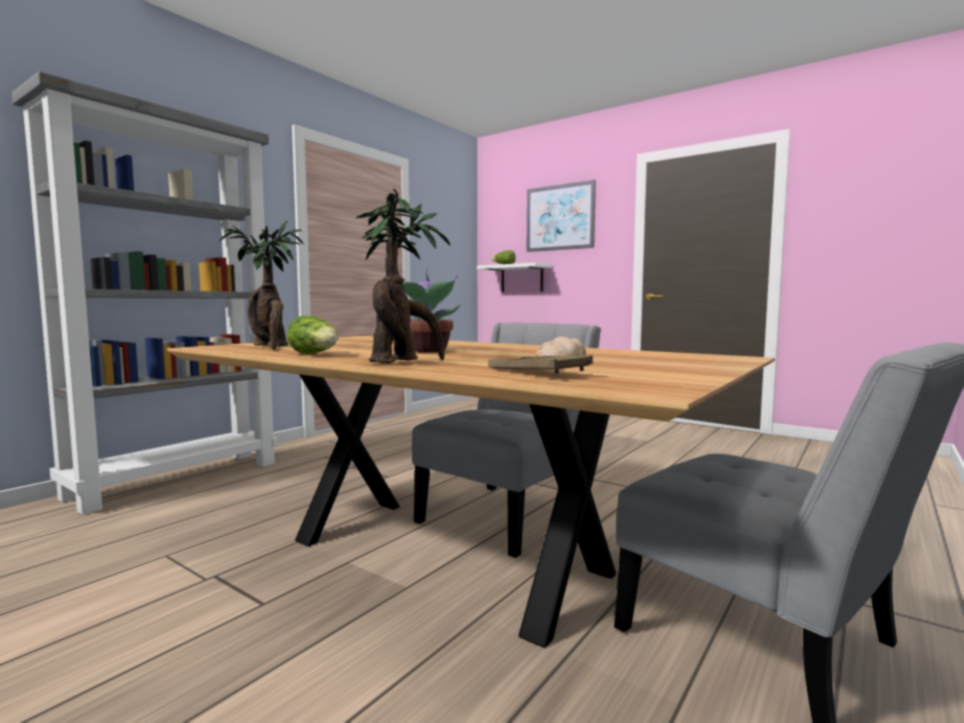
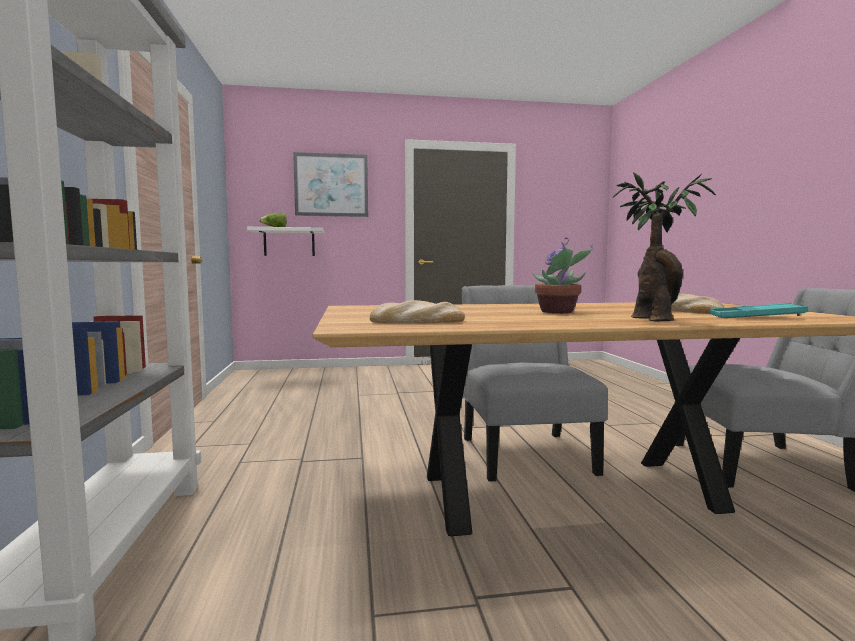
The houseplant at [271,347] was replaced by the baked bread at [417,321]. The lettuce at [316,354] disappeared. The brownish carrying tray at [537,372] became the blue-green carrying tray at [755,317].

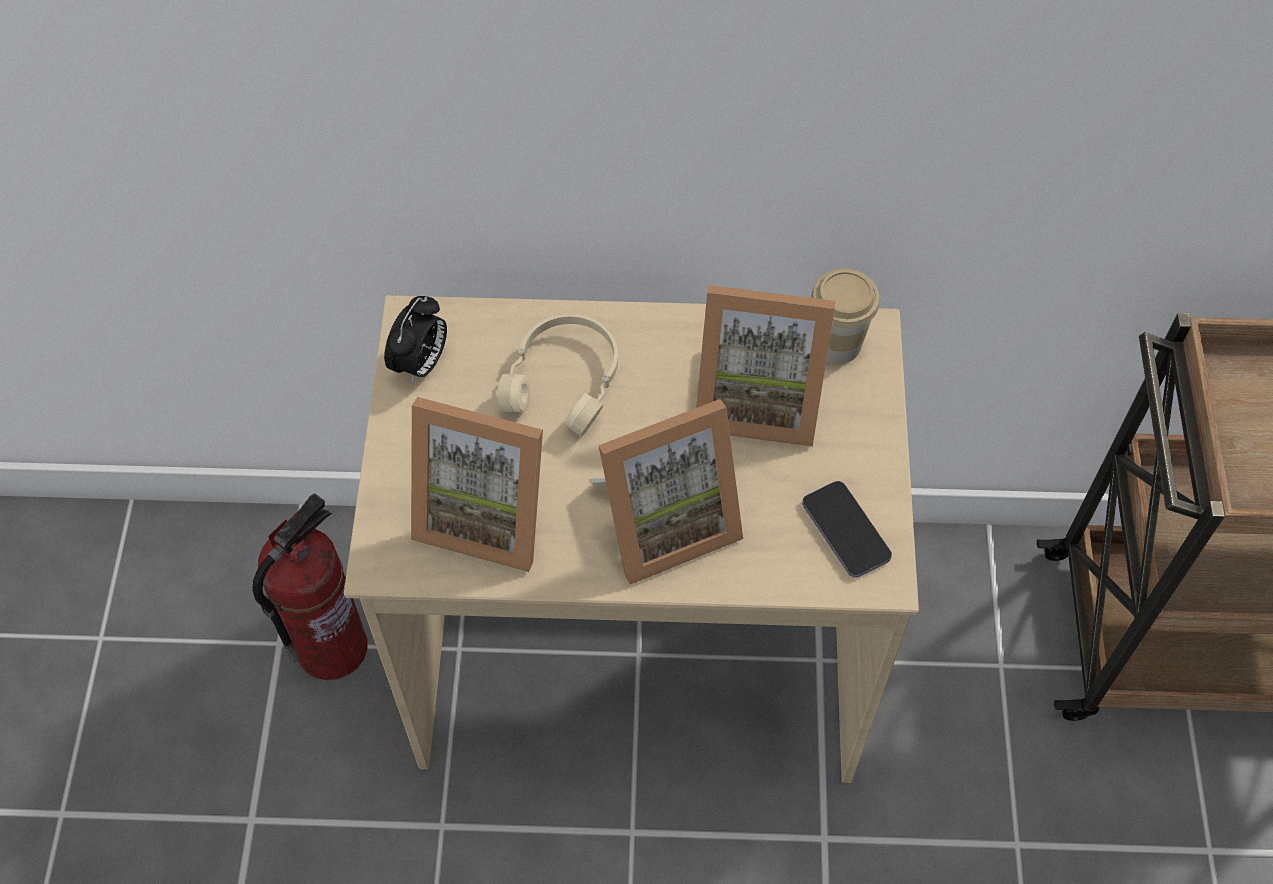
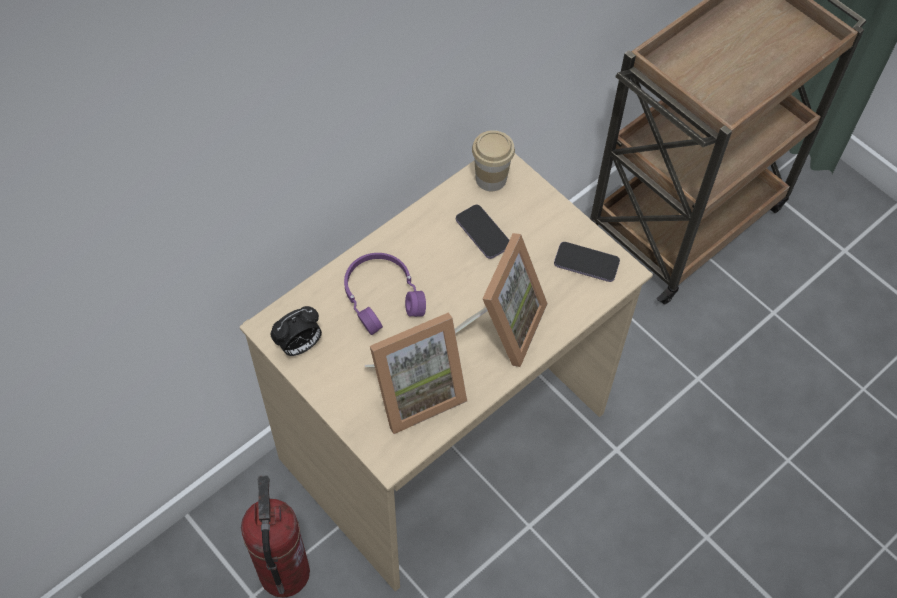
The picture frame at [757,398] was replaced by the phone at [483,233]. The bedside clock at [421,364] turned 75 degrees clockwise. The sand-coloured headset at [565,380] became the purplish headset at [382,296].

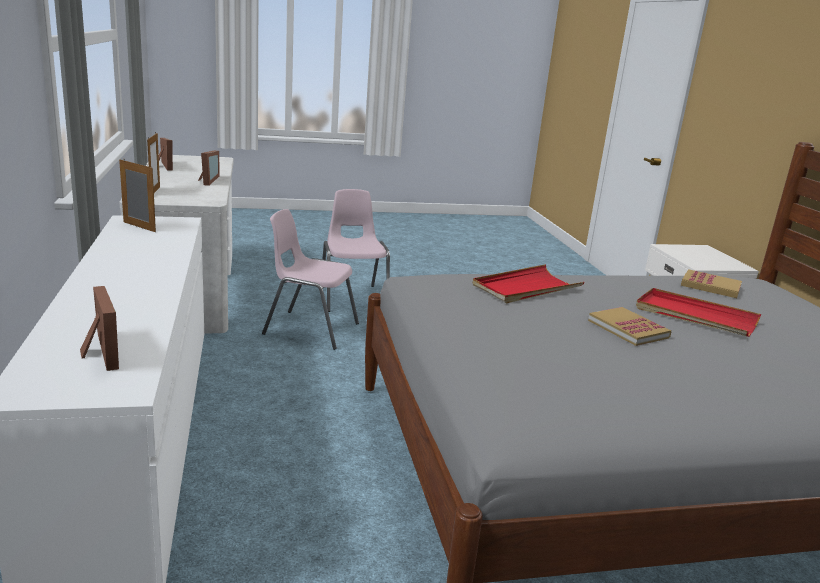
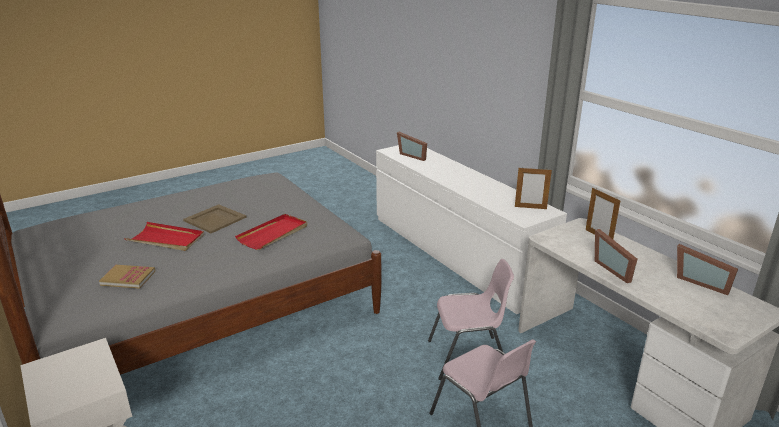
The volume at [628,329] was replaced by the sand-coloured carrying tray at [215,219].

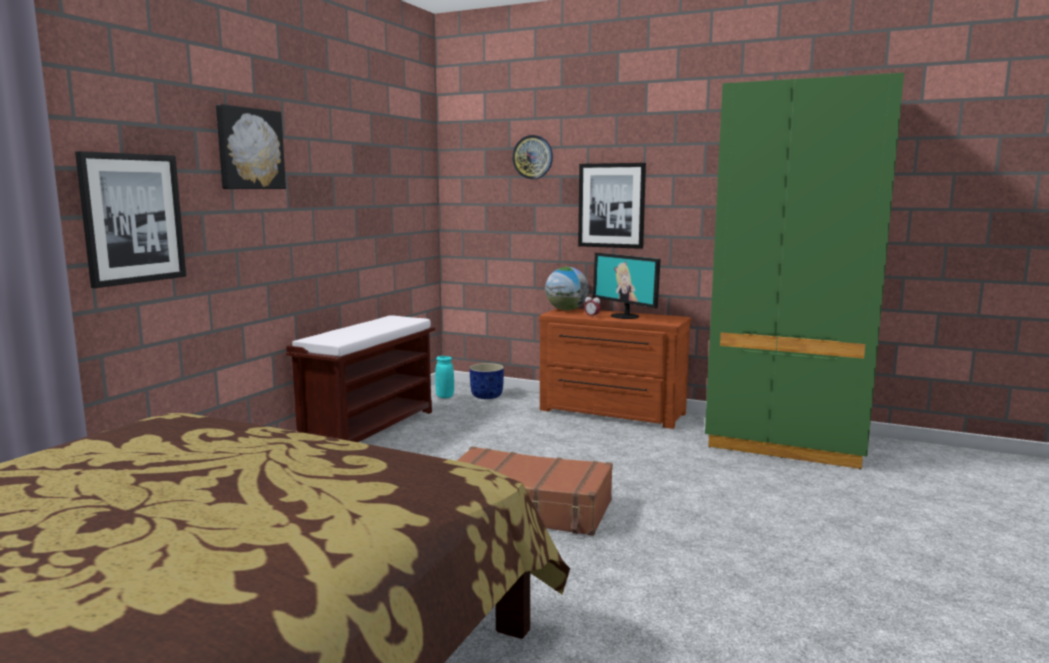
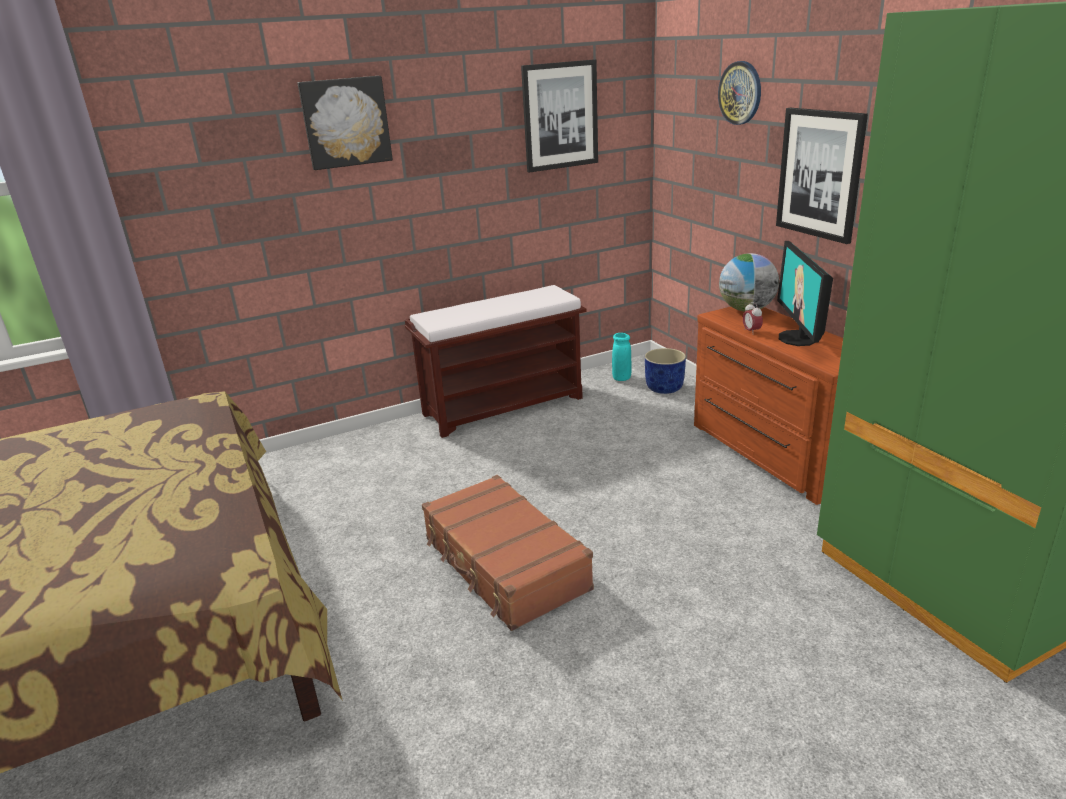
The wall art moved from [132,218] to [560,116].

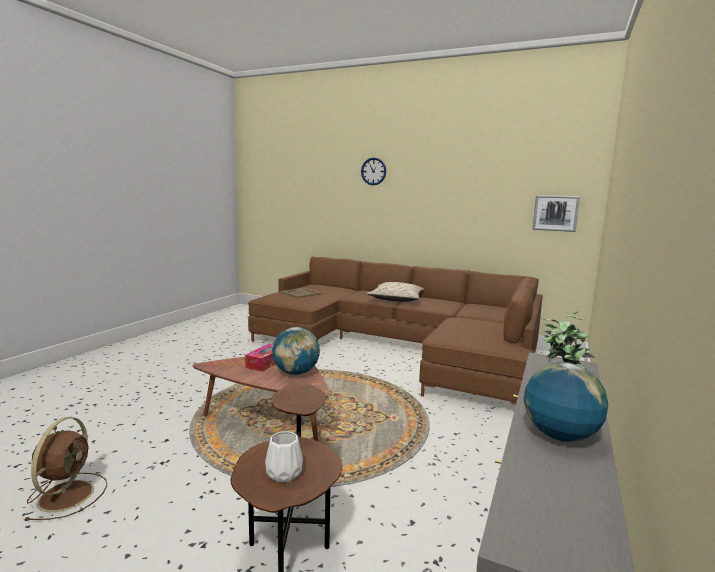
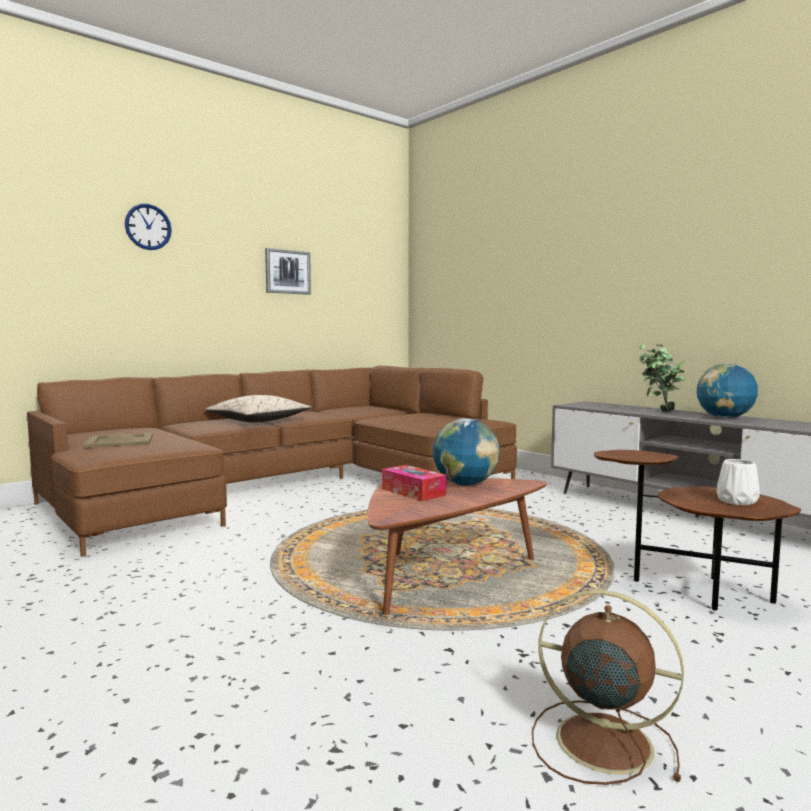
The wall art moved from [555,213] to [287,272].

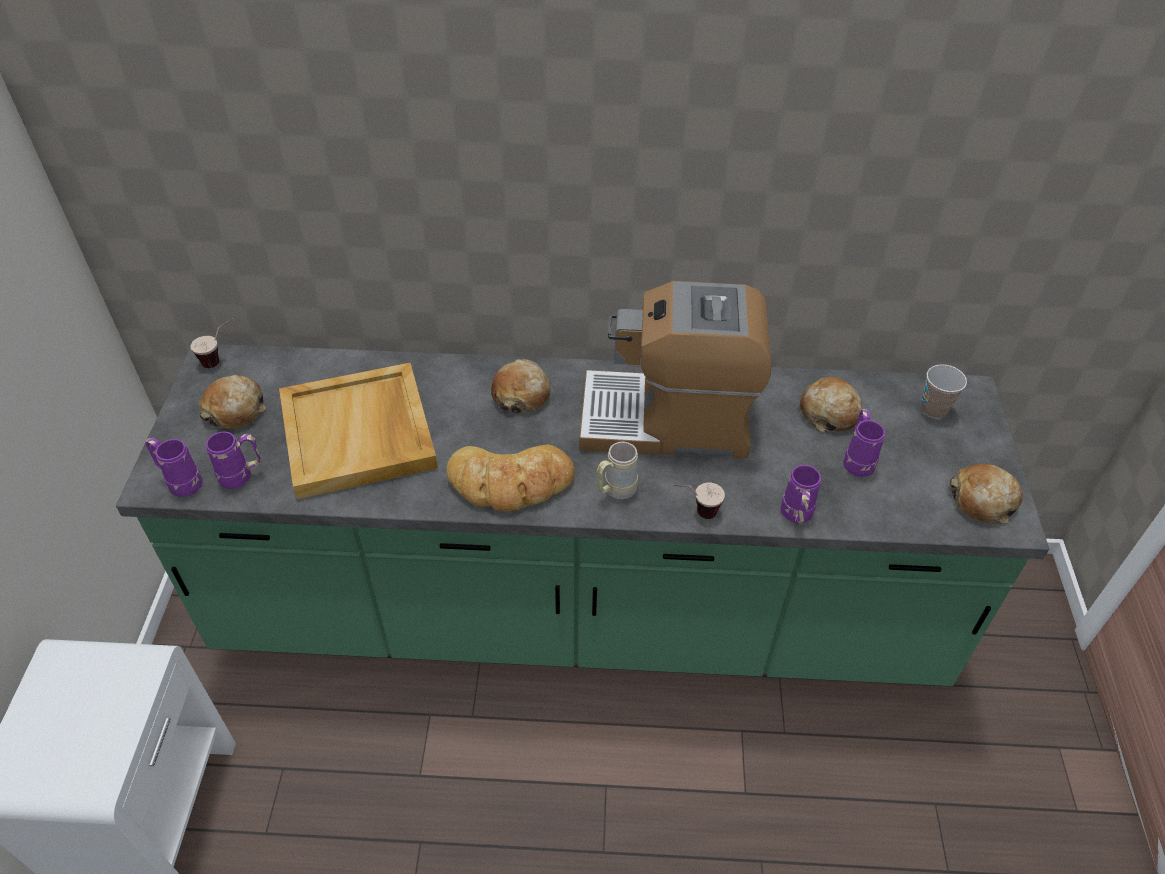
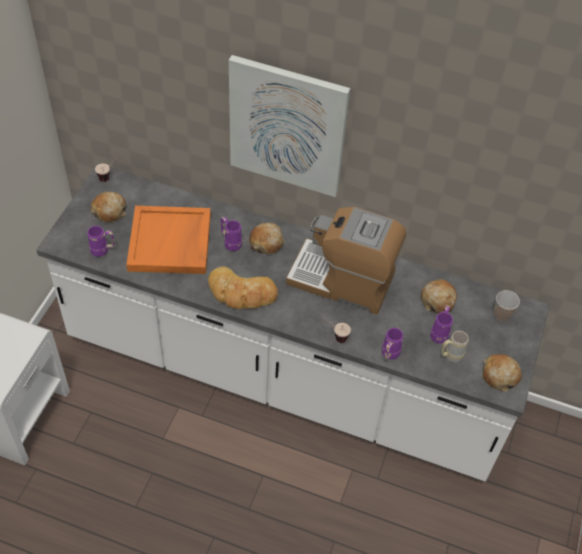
The green counter at [580,613] became the white counter at [284,375]. The sand-coloured carrying tray at [359,434] became the orange carrying tray at [170,243]. The purplish tea mug moved from [181,482] to [230,242]. The sand-coloured tea mug moved from [615,491] to [450,356]. The wall art at [287,126] appeared.

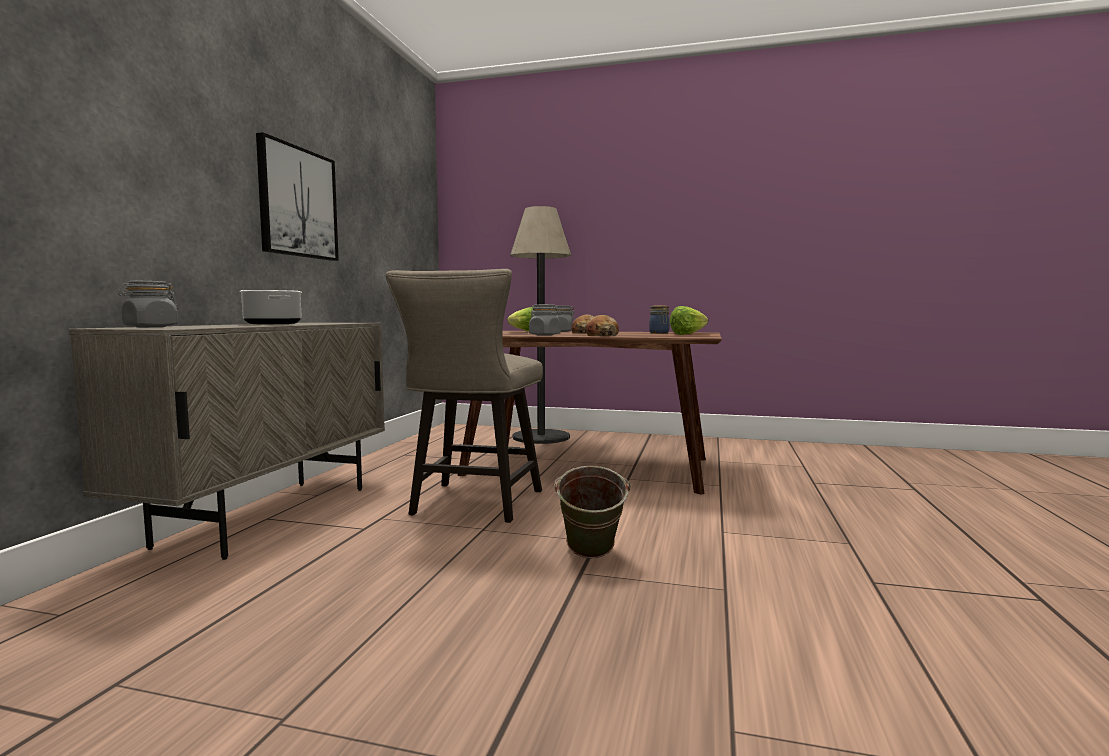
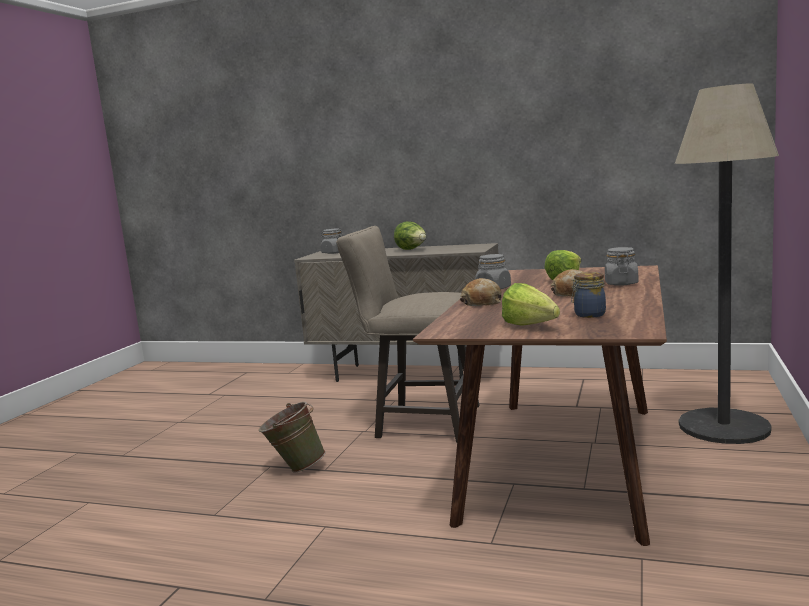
The wall art at [297,202] disappeared. The cooking pot at [272,324] was replaced by the lettuce at [412,249].

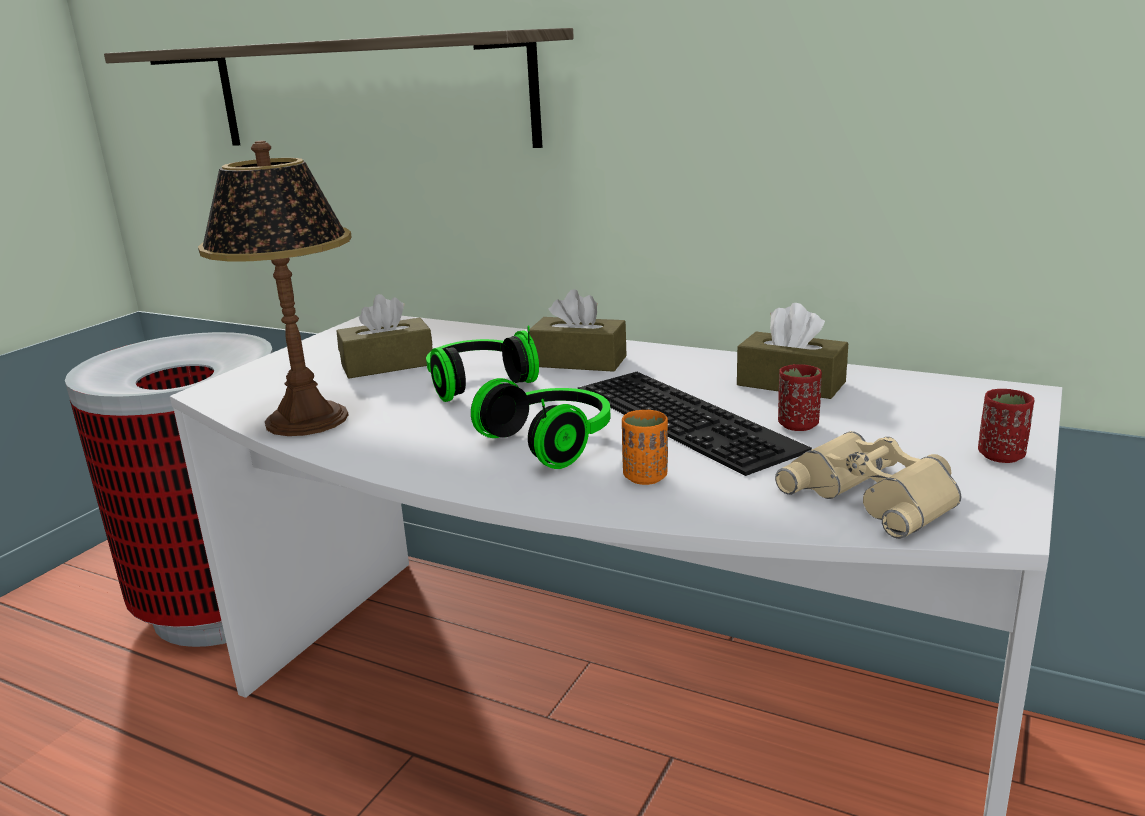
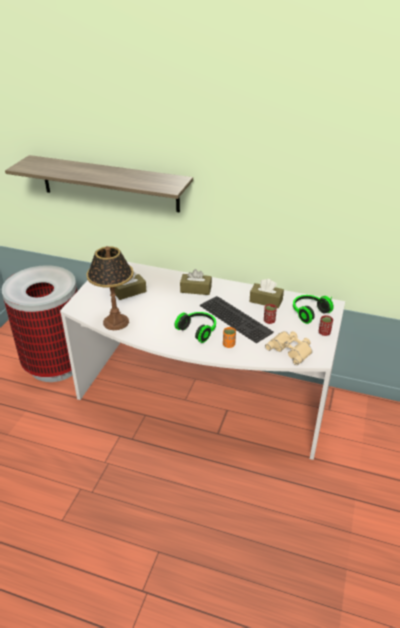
The headset moved from [477,383] to [308,312].

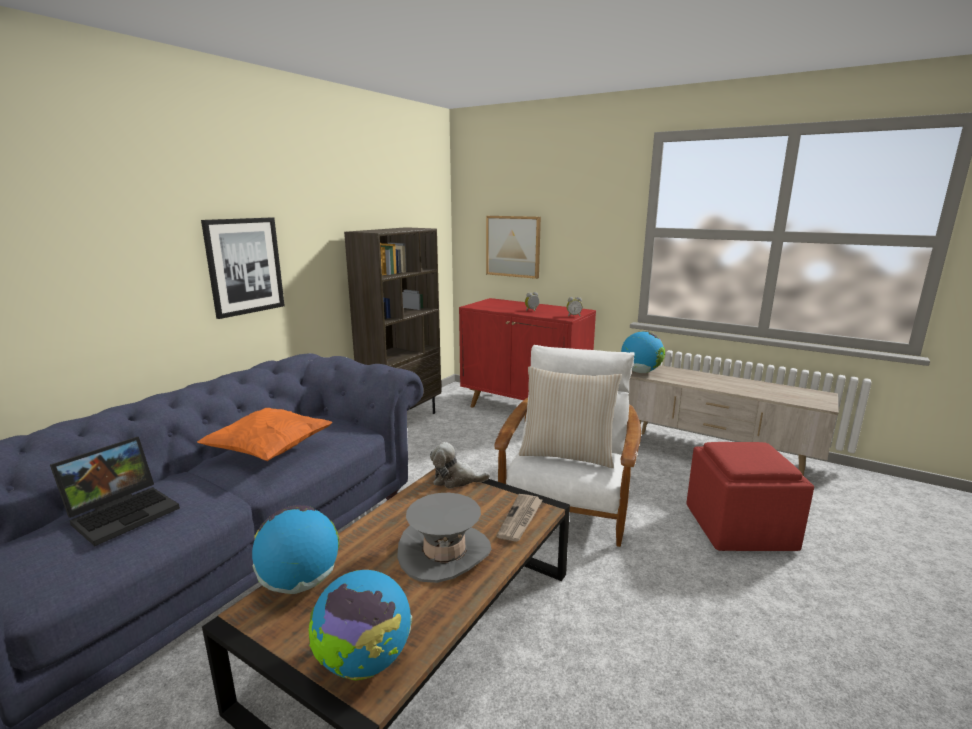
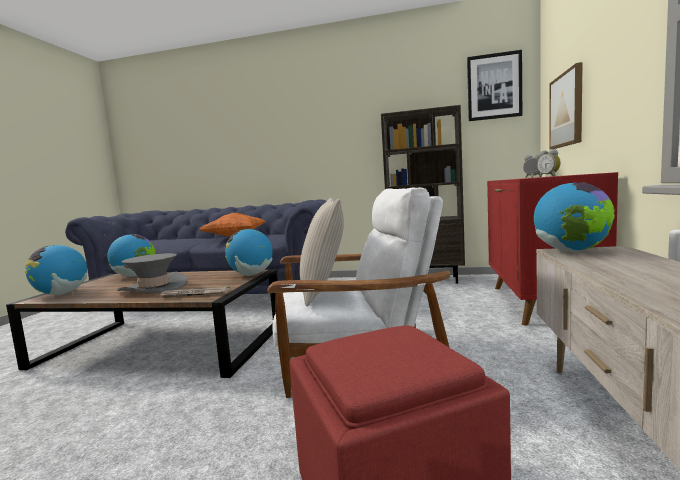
The wall art moved from [244,266] to [494,86]. The laptop at [125,512] disappeared. The cuddly toy at [456,480] was replaced by the globe at [251,275].

